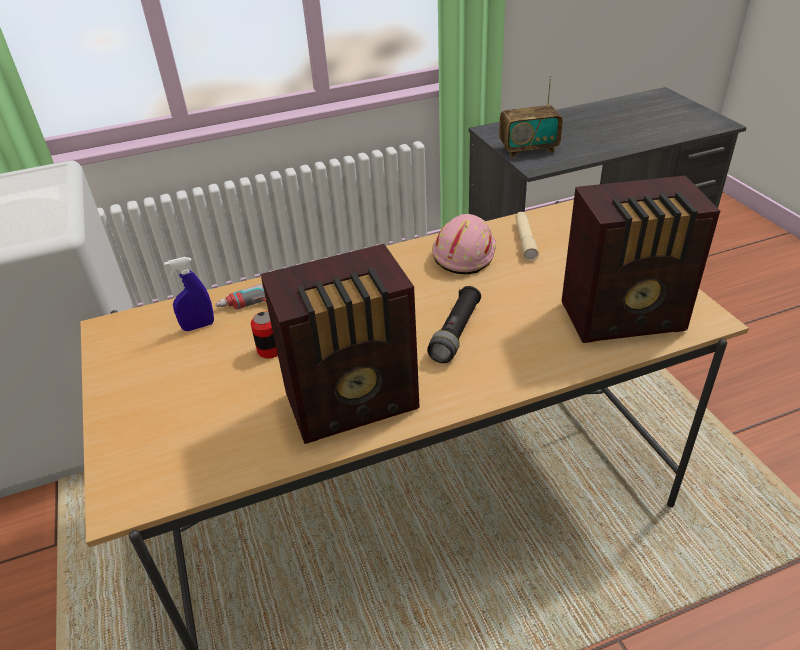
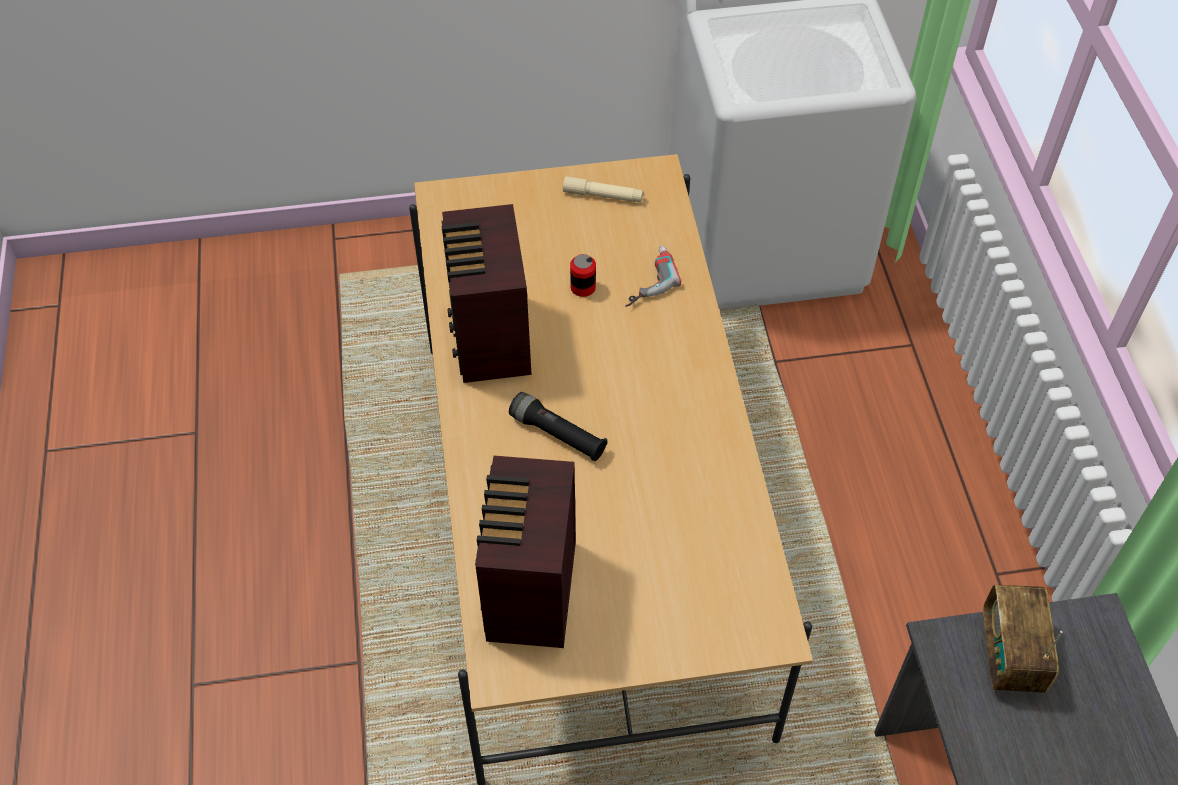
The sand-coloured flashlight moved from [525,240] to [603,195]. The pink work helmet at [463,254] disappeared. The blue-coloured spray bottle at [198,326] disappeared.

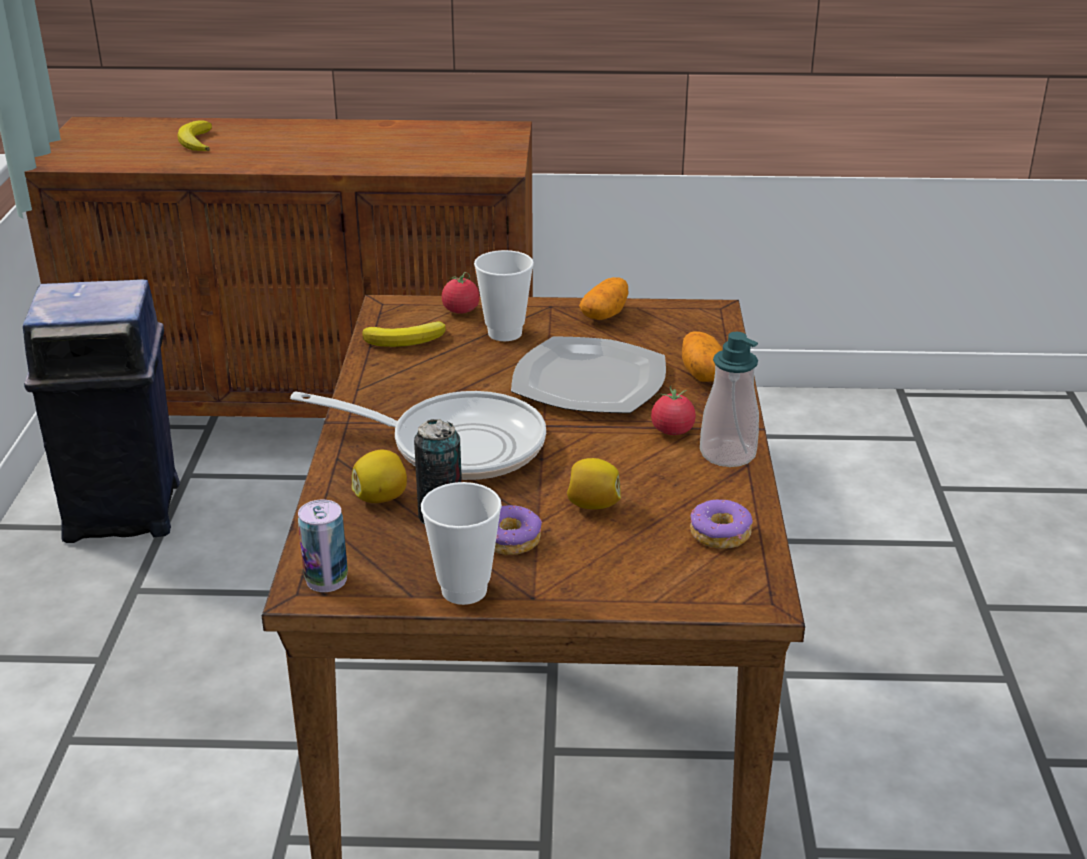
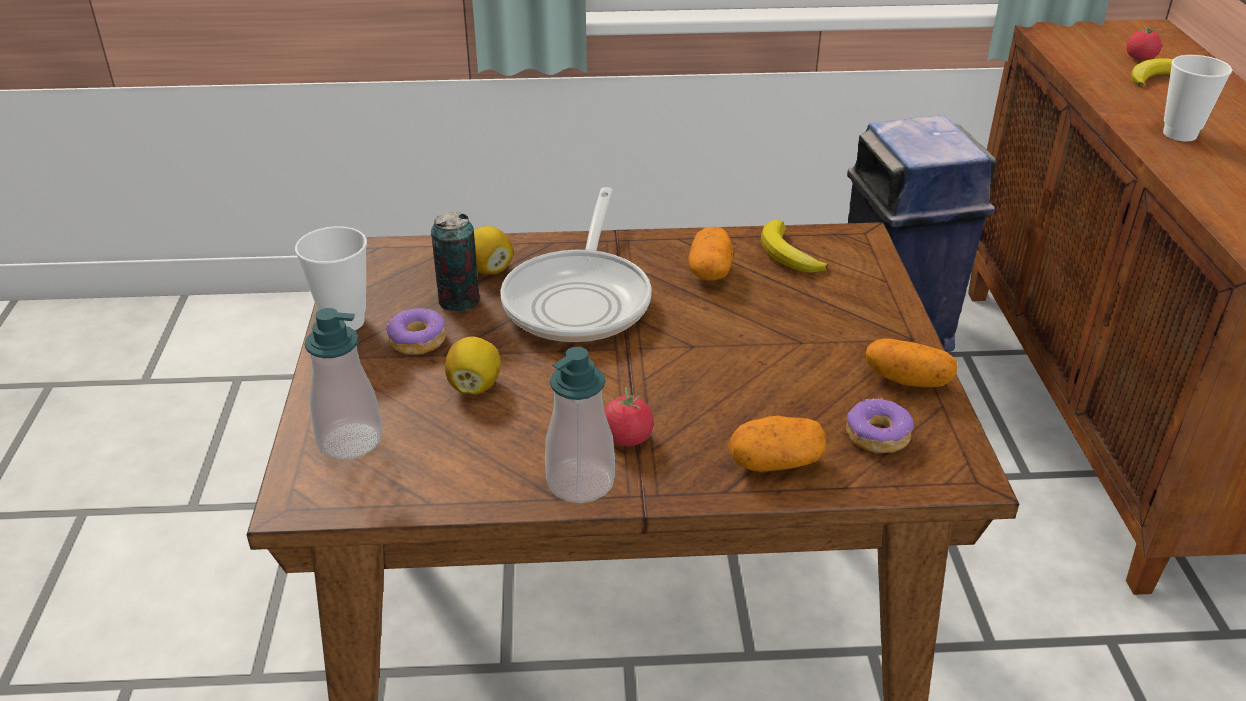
The drinking cup moved from [505,333] to [1180,134]. The fresh tomato moved from [461,310] to [1140,58]. The plate at [588,380] disappeared. The sealed can at [326,580] disappeared. The doughnut moved from [720,534] to [877,436]. The potato at [710,271] appeared. The liquid soap bottle at [350,440] appeared.

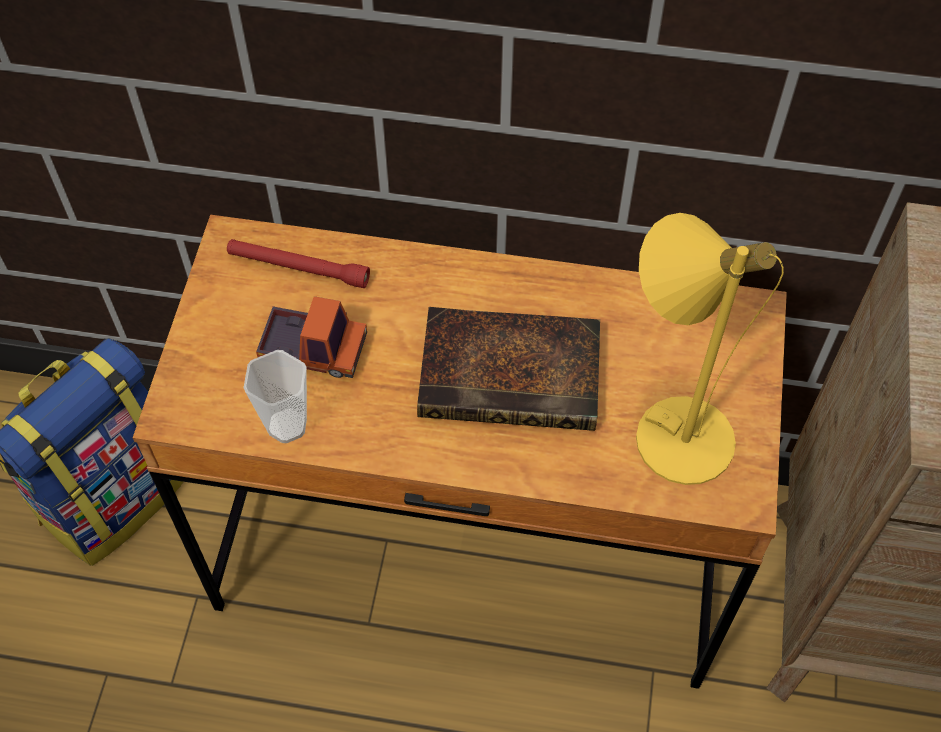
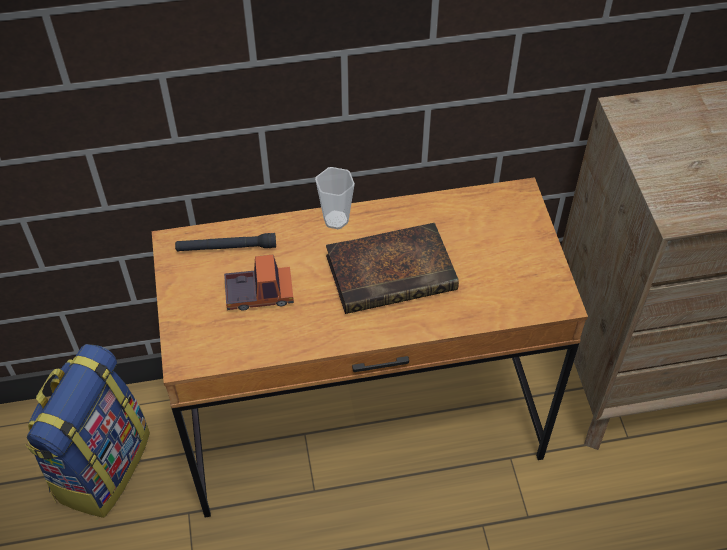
The yellow tabletop lamp at [673,424] disappeared. The reddish flashlight at [298,268] became the black flashlight at [226,248]. The drinking cup moved from [287,425] to [336,220].

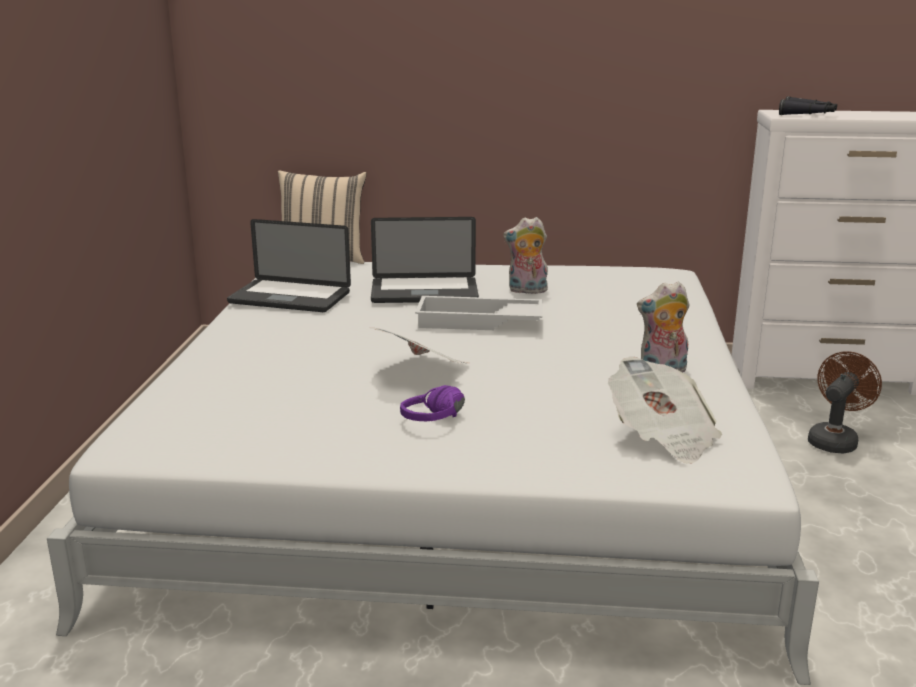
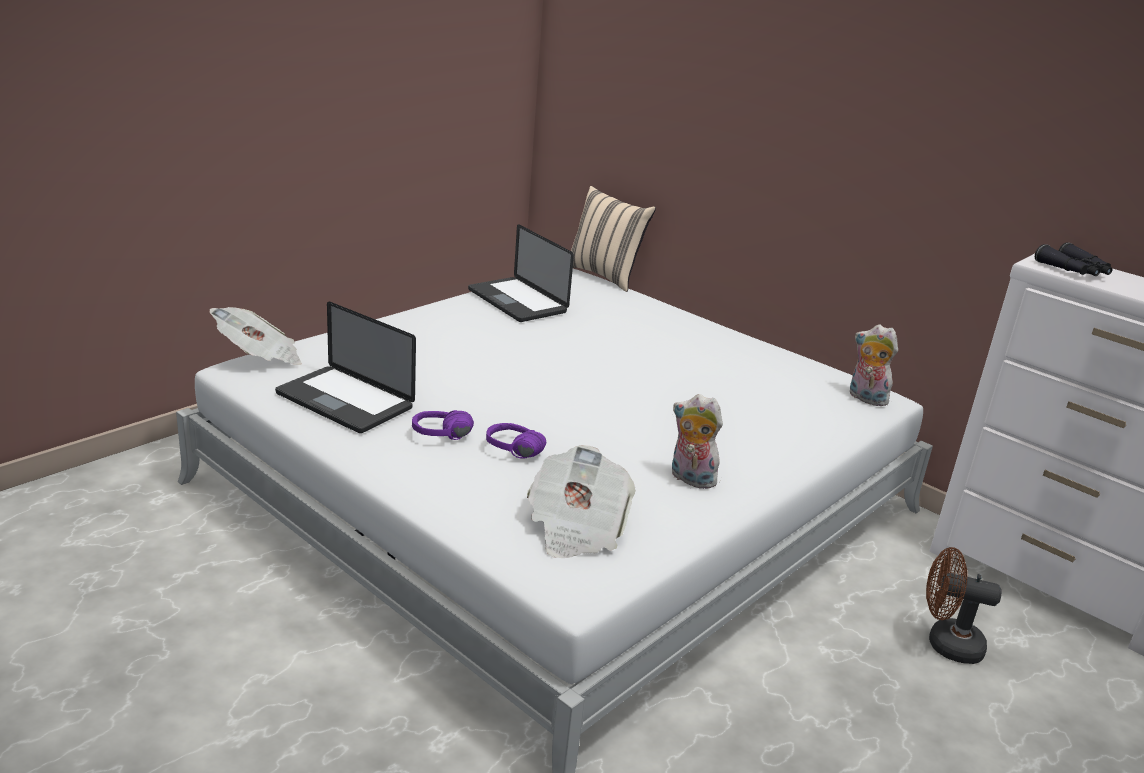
The laptop moved from [424,292] to [344,401]. The cuddly toy moved from [526,291] to [865,398]. The white carrying tray at [478,322] disappeared. The newspaper moved from [422,371] to [259,357]. The brownish cooling fan at [834,440] turned 150 degrees counterclockwise. The purplish headset at [510,454] appeared.

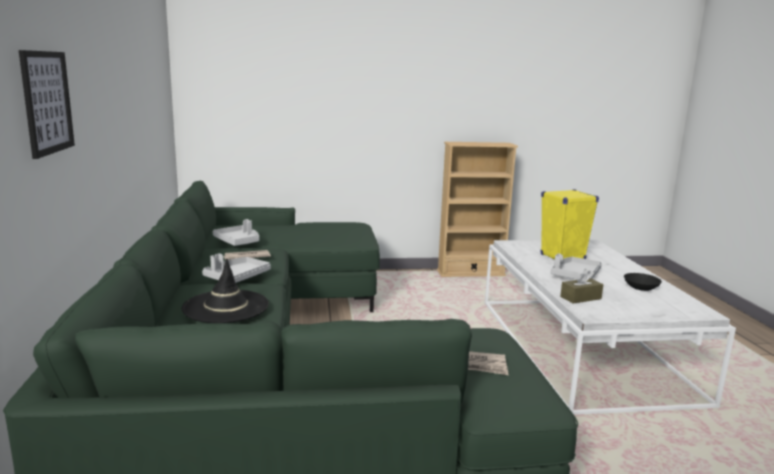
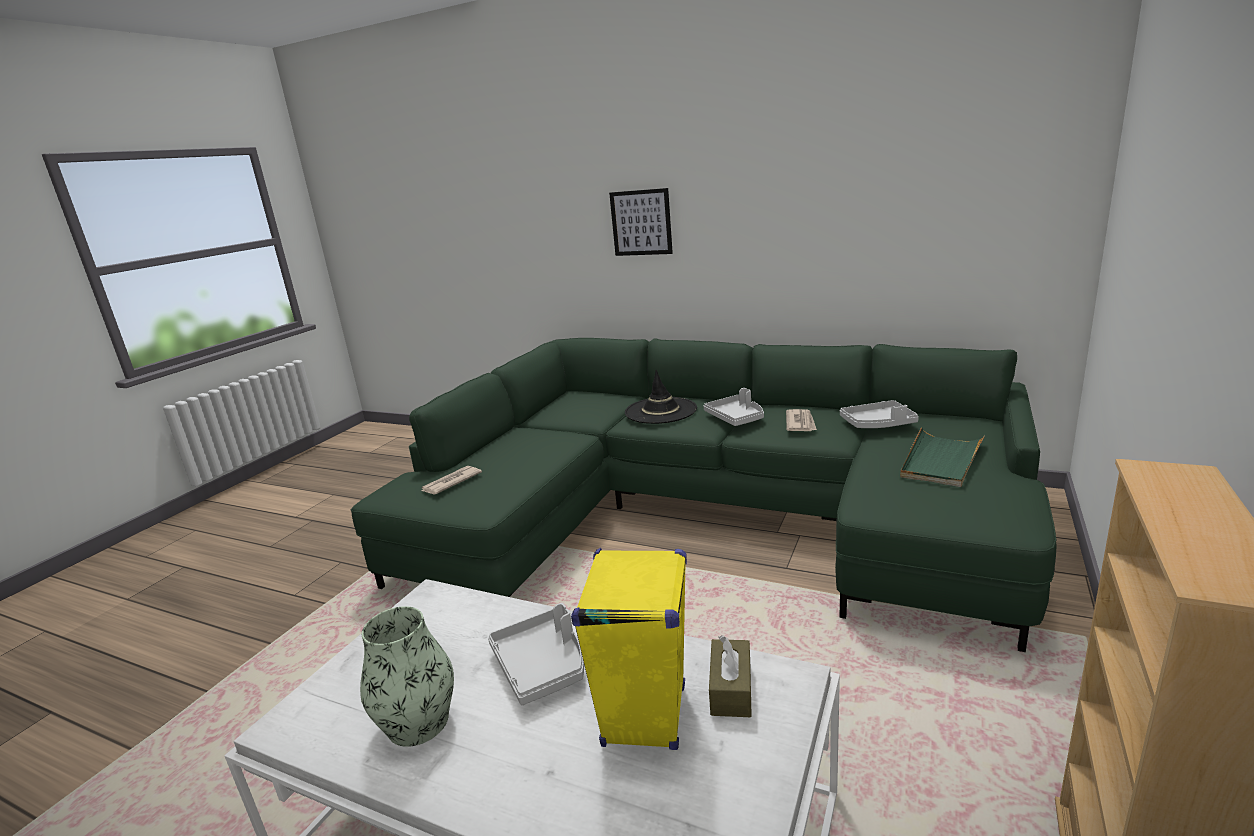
The brownish tissue holder moved from [580,298] to [731,689]. The black bowl at [640,287] was replaced by the flower vase at [418,722]. The green carrying tray at [941,460] appeared.

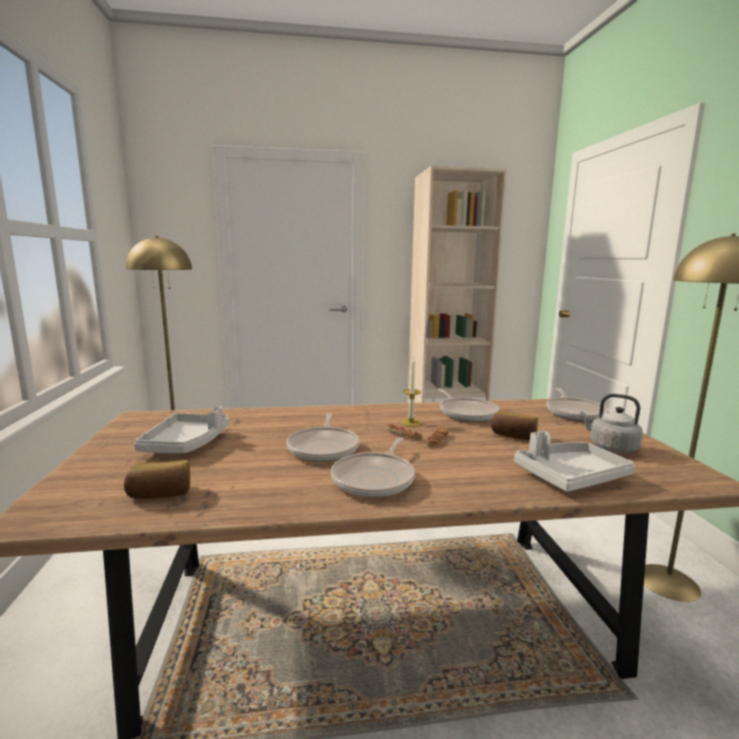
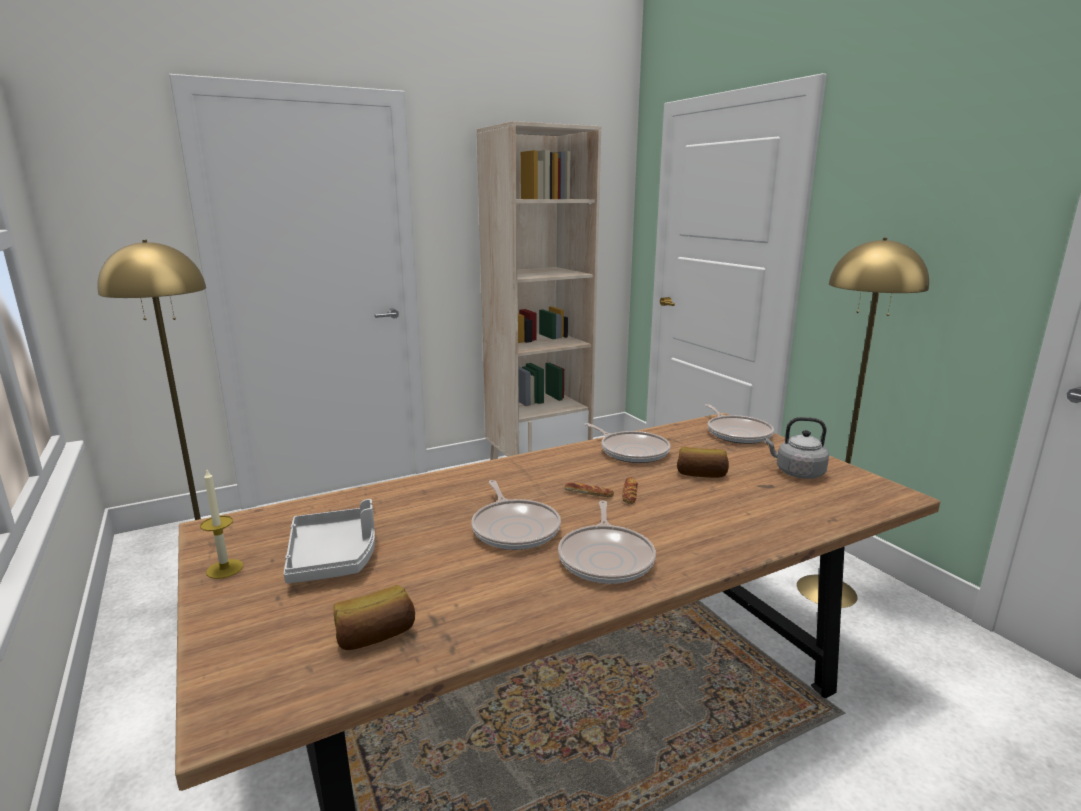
The wax light moved from [411,422] to [225,569]. The grey carrying tray at [570,476] disappeared.

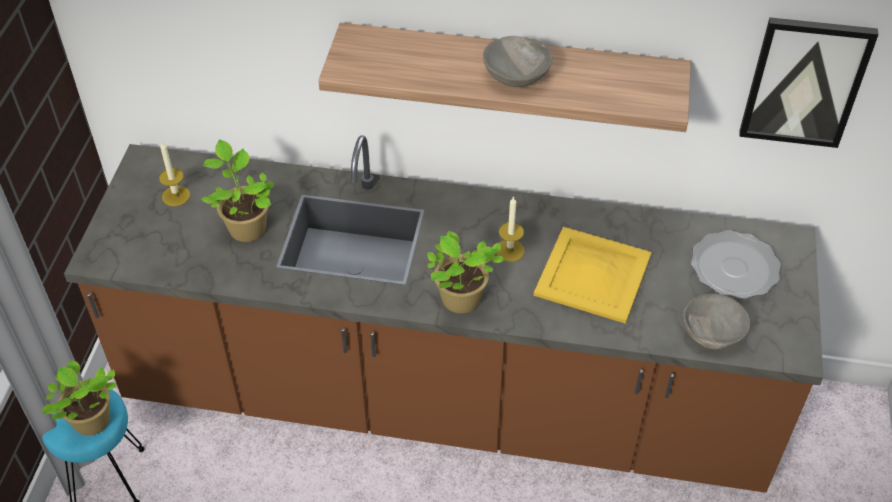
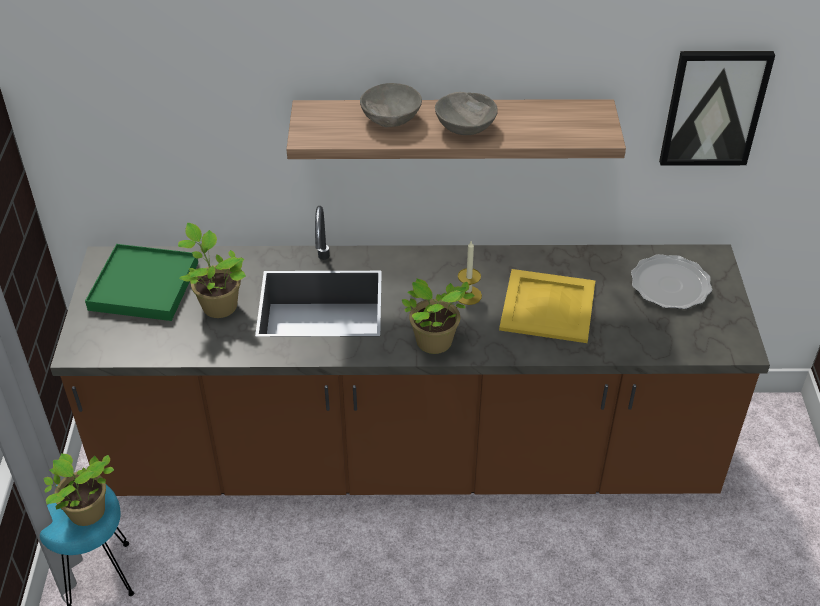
The wax light at [176,196] was replaced by the green carrying tray at [144,286]. The grey bowl moved from [713,333] to [392,119].

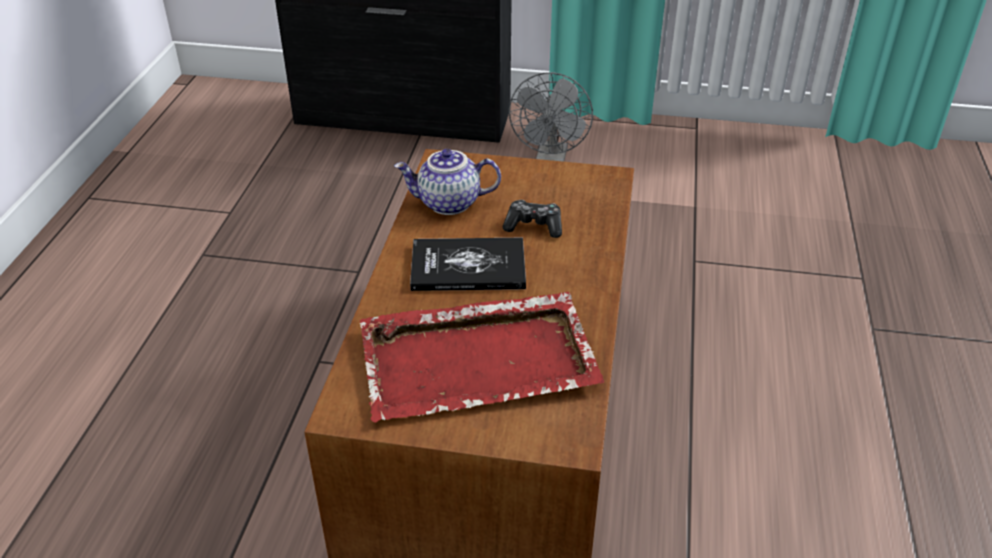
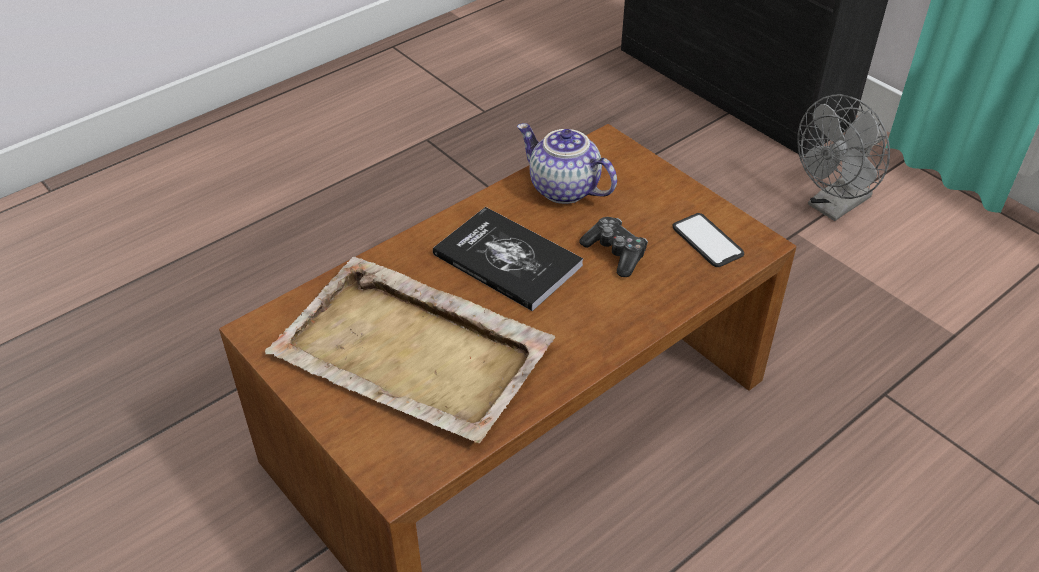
The reddish carrying tray at [480,360] became the sand-coloured carrying tray at [413,354]. The phone at [707,241] appeared.

